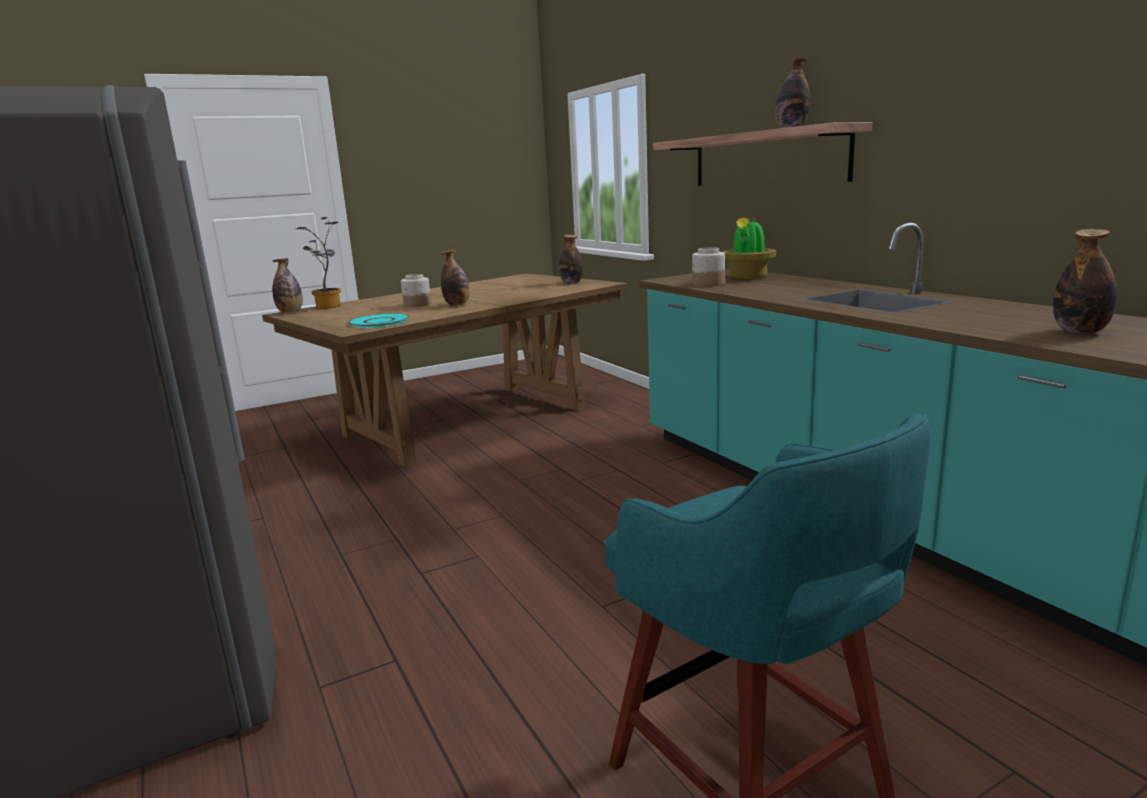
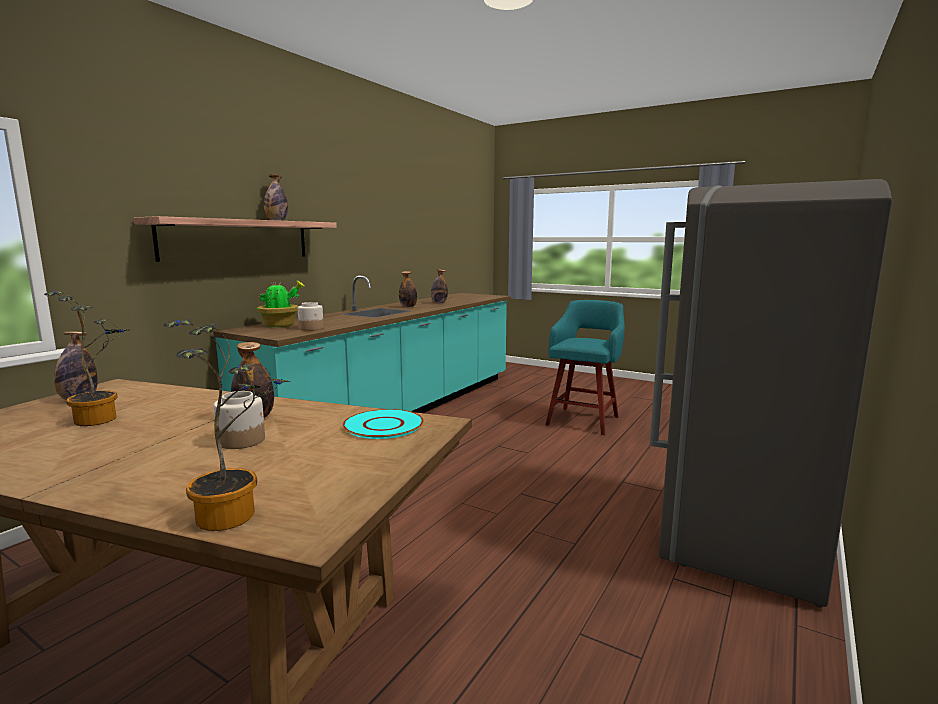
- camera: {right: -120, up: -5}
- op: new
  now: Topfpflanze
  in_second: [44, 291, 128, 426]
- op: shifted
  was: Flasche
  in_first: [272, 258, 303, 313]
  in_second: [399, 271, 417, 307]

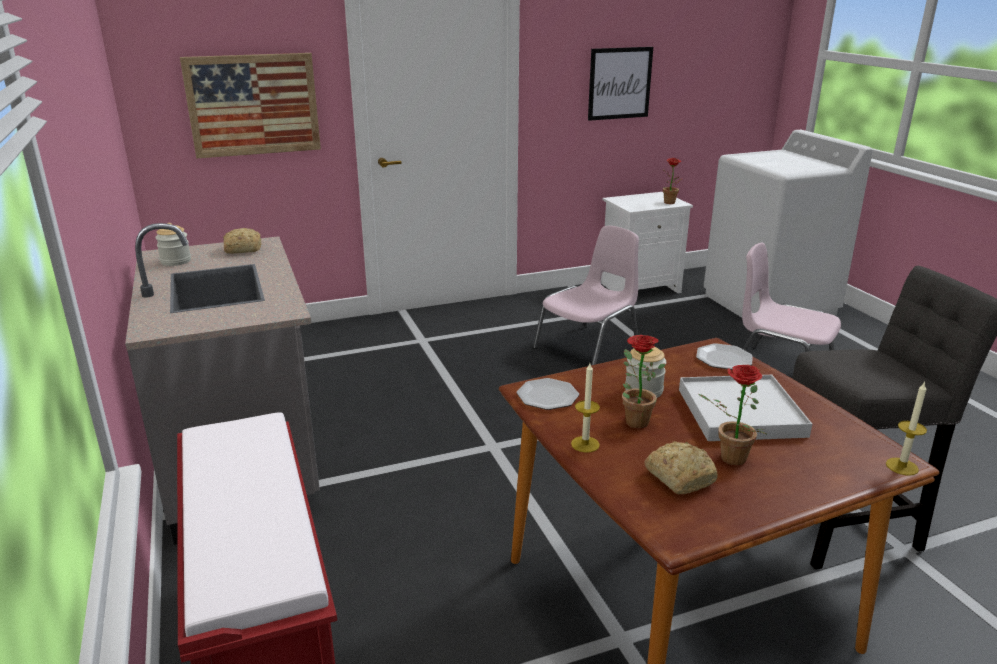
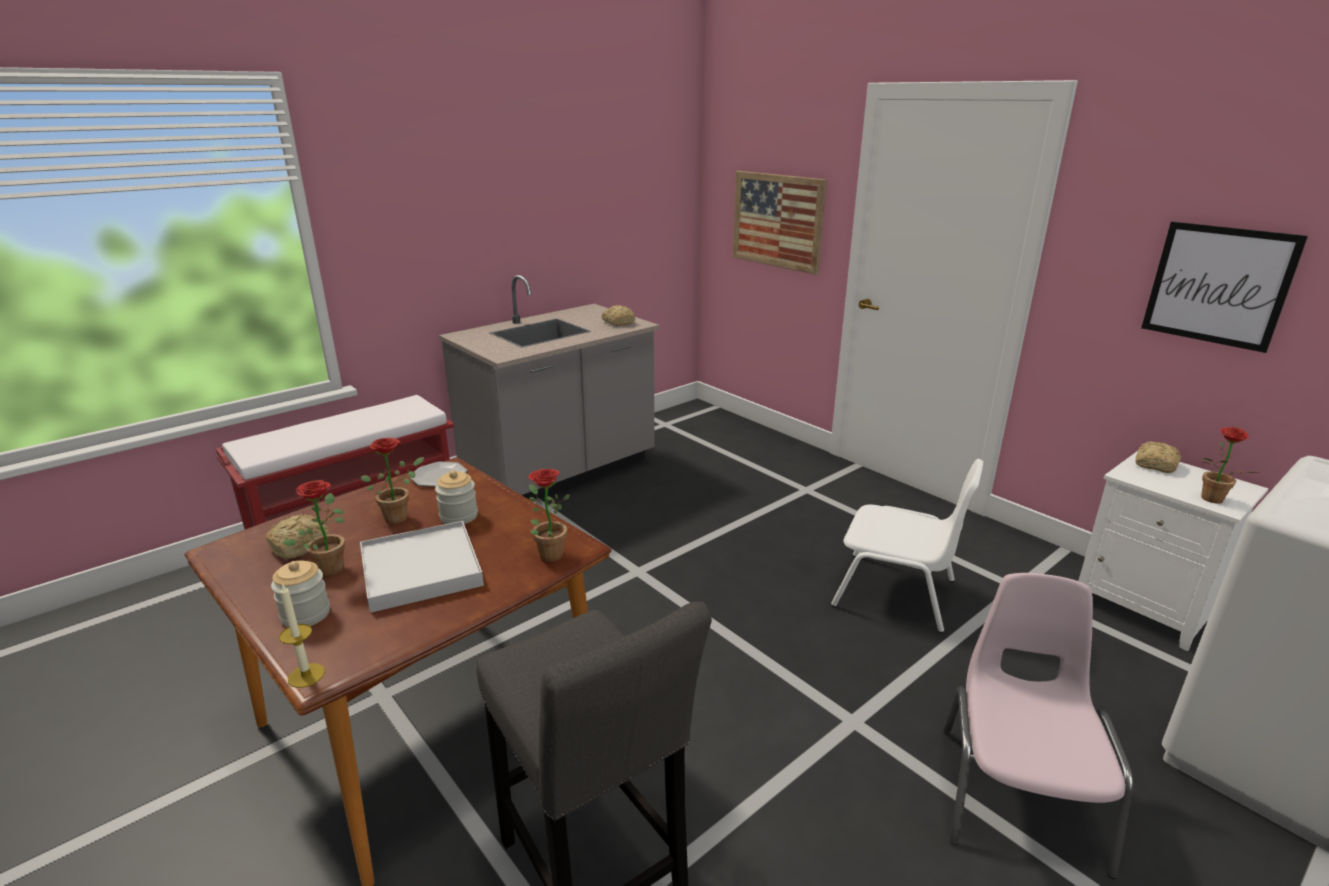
- camera: {right: 70, up: 0}
- op: shifted
  was: Vorratsglas
  in_first: [155, 223, 191, 266]
  in_second: [271, 560, 330, 627]
- op: swapped
  was: Teller
  now: Topfpflanze
  in_first: [696, 343, 753, 370]
  in_second: [529, 469, 570, 562]
- op: repainted
  was: Stuhl (rosa)
  now: Stuhl (weiß)
  in_first: [533, 226, 639, 365]
  in_second: [831, 459, 983, 633]
- op: new
  now: Brot
  in_second: [1135, 441, 1181, 473]
- op: gone
  was: Kerze
  in_first: [571, 363, 600, 453]

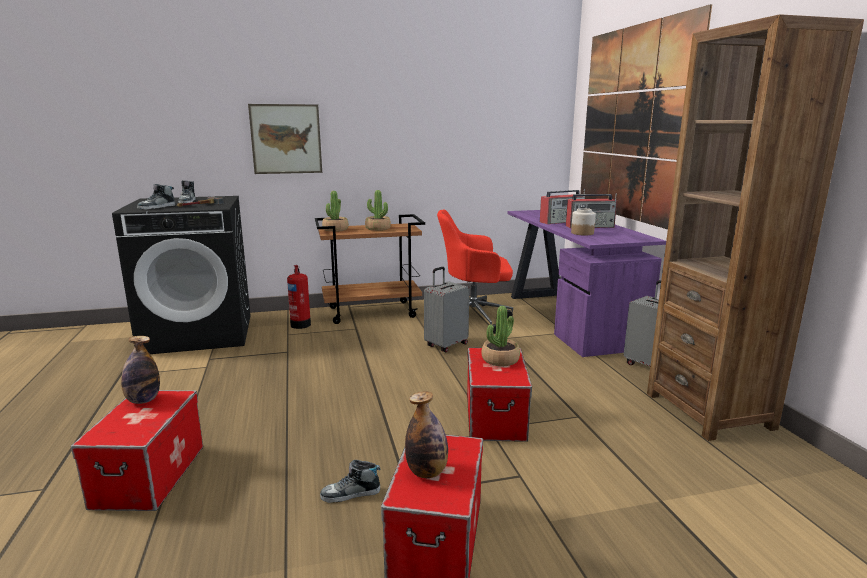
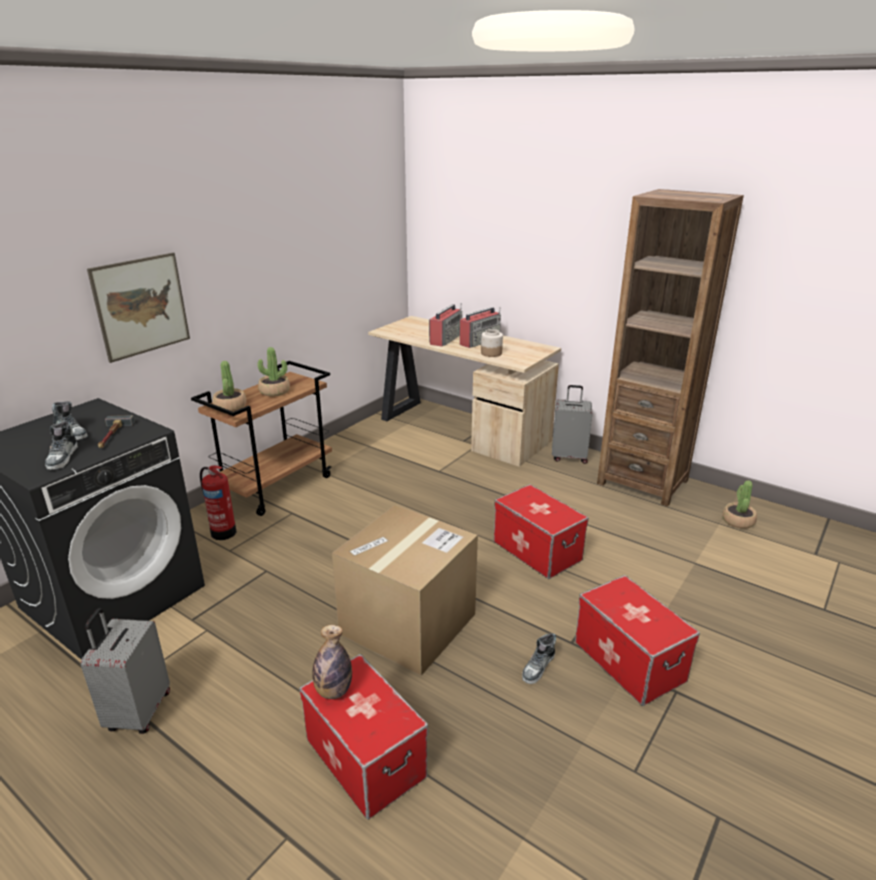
- camera: {right: -40, up: 10}
- op: shifted
  was: Koffer (grau)
  in_first: [424, 267, 469, 352]
  in_second: [81, 608, 170, 734]
- op: new
  now: Karton
  in_second: [332, 505, 478, 676]
- op: repainted
  was: Schreibtisch (lila)
  now: Schreibtisch (beige)
  in_first: [507, 210, 666, 357]
  in_second: [368, 316, 561, 467]
- op: shifted
  was: Topfpflanze
  in_first: [481, 306, 520, 366]
  in_second: [722, 480, 757, 529]
- op: gone
  was: Flasche
  in_first: [405, 391, 448, 478]
- op: gone
  was: Bürostuhl (rot)
  in_first: [437, 210, 513, 334]
- op: gone
  was: Bild
  in_first: [580, 4, 712, 229]

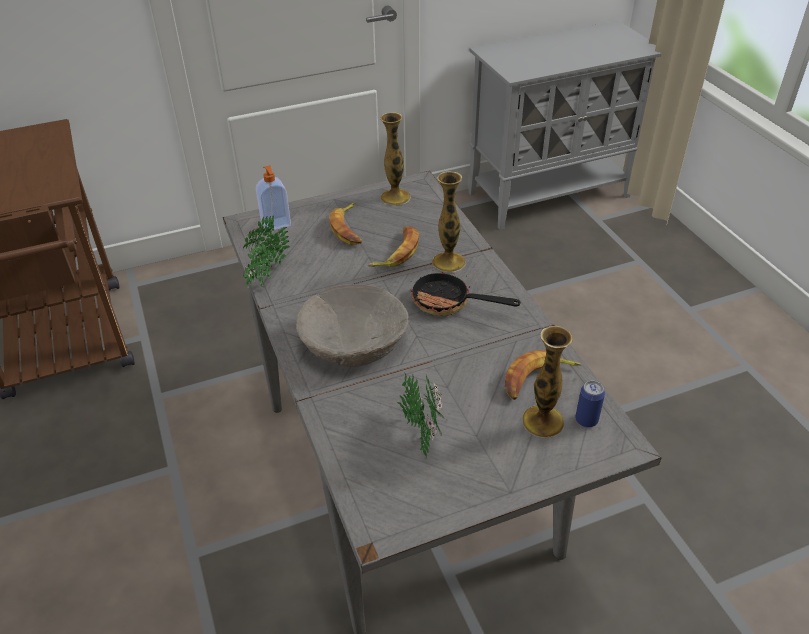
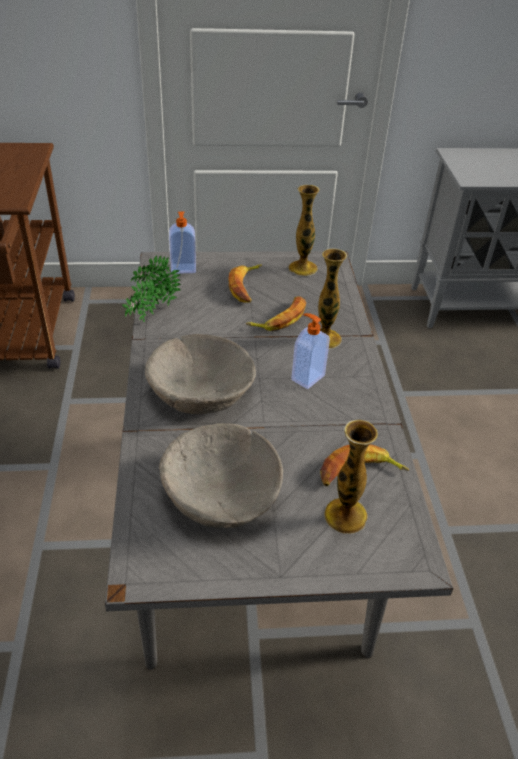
- camera: {right: 15, up: 0}
- op: swapped
  was: Topfpflanze
  now: Schüssel (beige)
  in_first: [397, 371, 444, 459]
  in_second: [159, 423, 283, 528]
- op: swapped
  was: Pfanne
  now: Seifenspender
  in_first: [410, 272, 521, 316]
  in_second: [291, 313, 330, 389]
- op: gone
  was: Dose
  in_first: [575, 380, 605, 428]

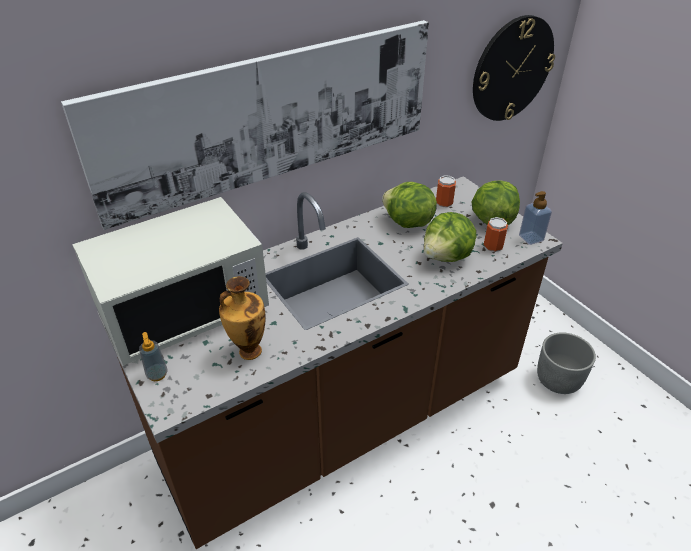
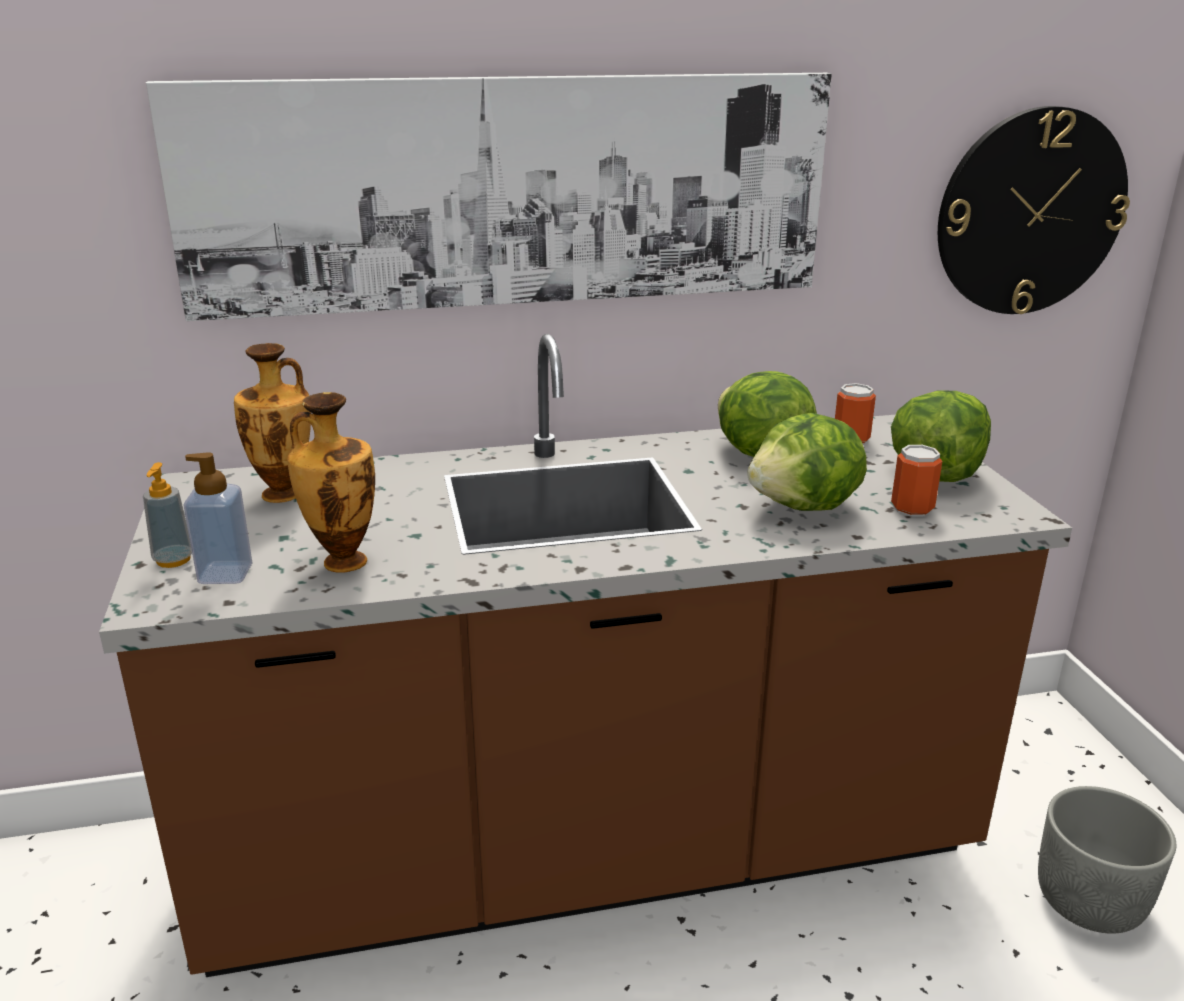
- camera: {right: 20, up: -15}
- op: shifted
  was: Seifenspender
  in_first: [519, 191, 552, 245]
  in_second: [183, 452, 252, 584]
- op: swapped
  was: Mikrowelle (weiß)
  now: Vase
  in_first: [72, 197, 269, 365]
  in_second: [234, 343, 311, 503]

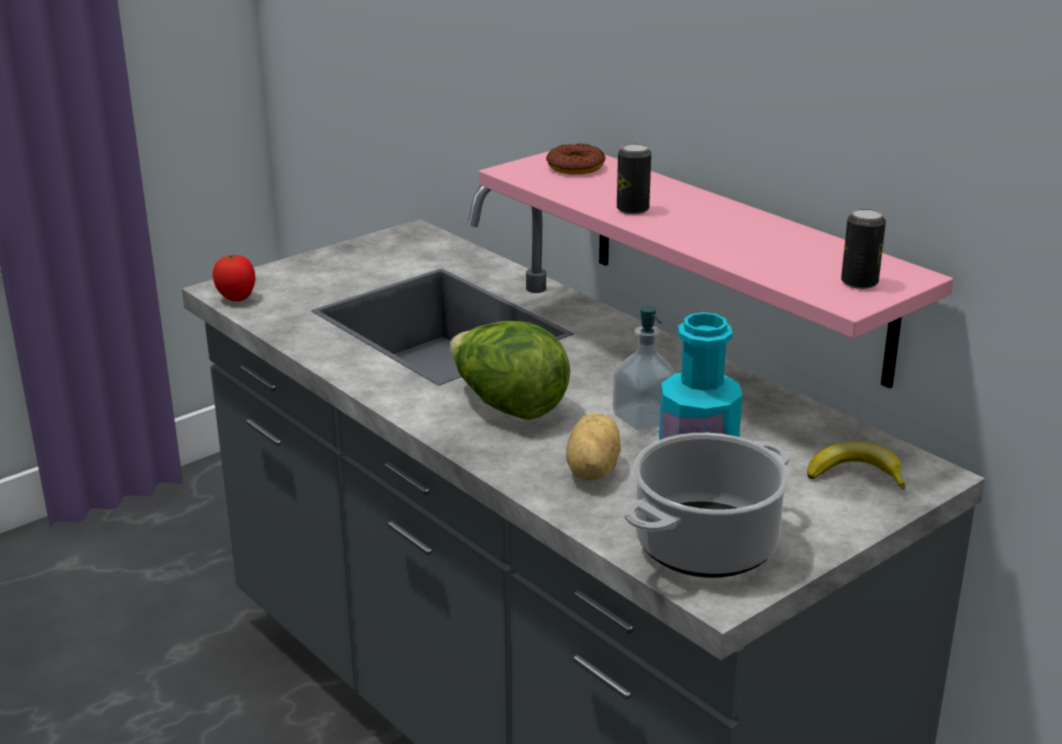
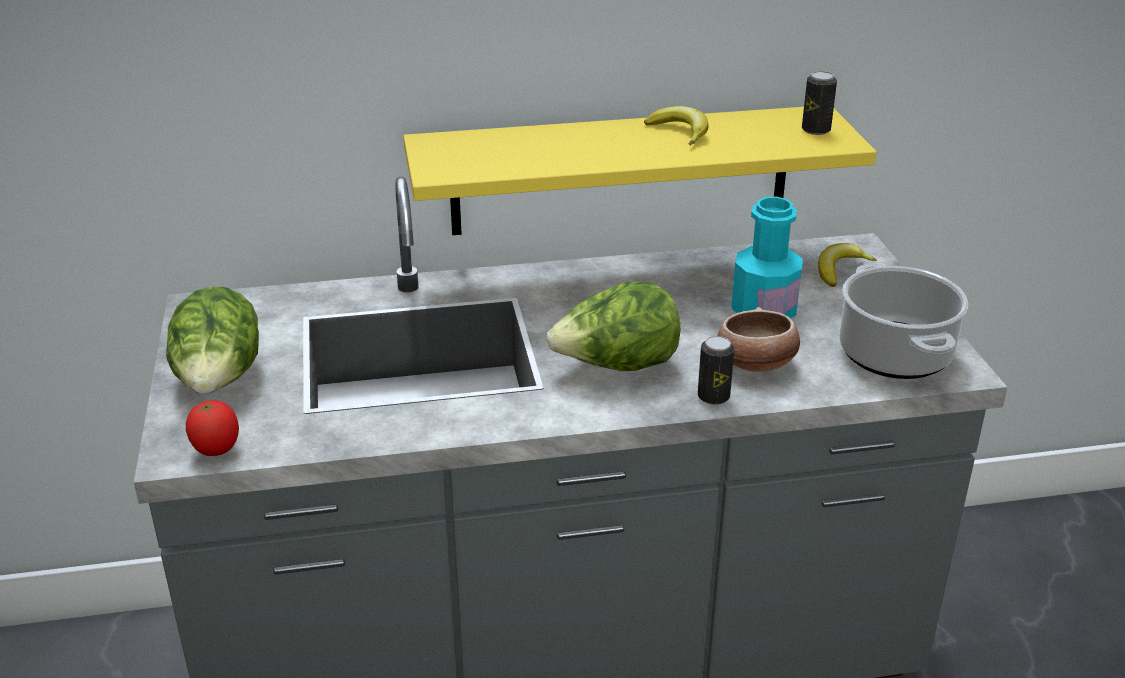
- camera: {right: -60, up: 5}
- op: new
  now: Salatkopf
  in_second: [166, 286, 259, 394]
- op: repainted
  was: Wandregal (rosa)
  now: Wandregal (gelb)
  in_first: [479, 151, 953, 389]
  in_second: [403, 107, 877, 235]
- op: new
  now: Banane
  in_second: [644, 106, 709, 146]
- op: shifted
  was: Dose
  in_first: [617, 143, 651, 215]
  in_second: [698, 336, 734, 405]
- op: swapped
  was: Kartoffel
  now: Schüssel
  in_first: [566, 413, 621, 481]
  in_second: [718, 307, 800, 372]
- op: gone
  was: Donut
  in_first: [546, 143, 605, 175]
- op: gone
  was: Seifenspender
  in_first: [613, 306, 675, 431]

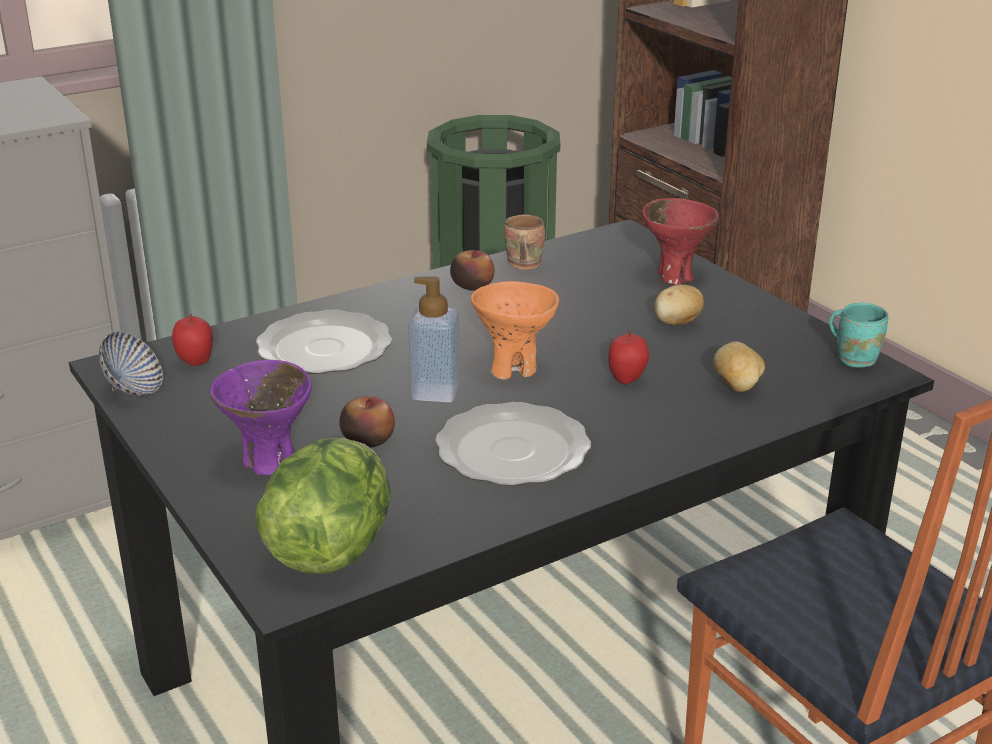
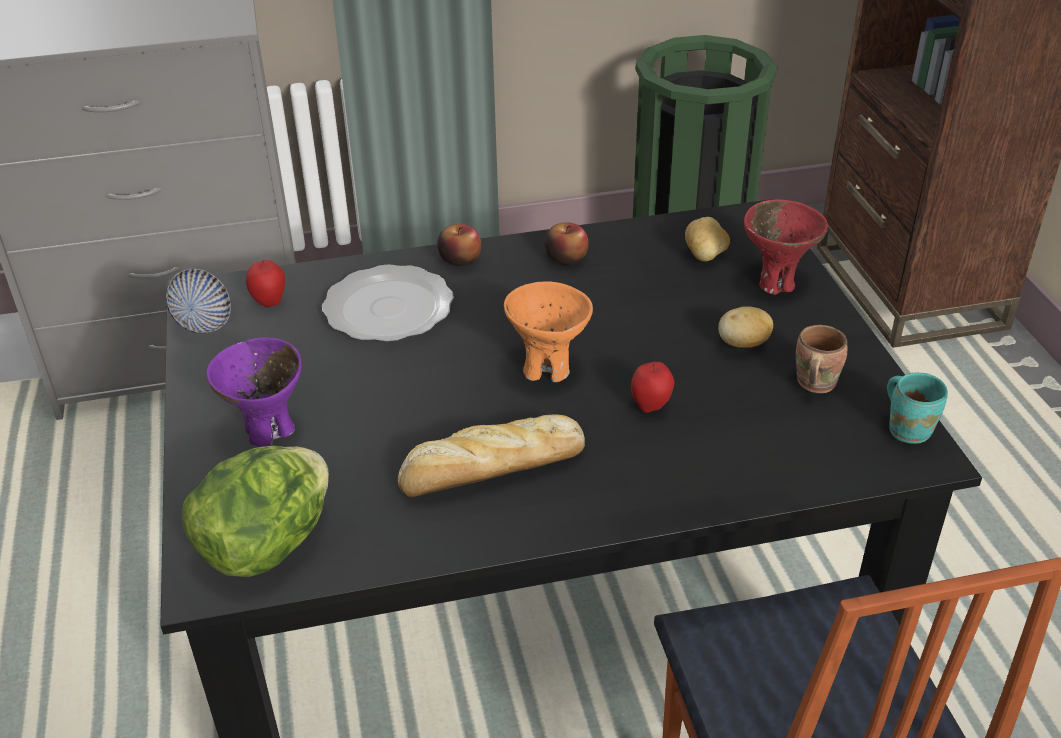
- camera: {right: 20, up: 10}
- op: swapped
  was: Teller
  now: Brot
  in_first: [435, 402, 591, 486]
  in_second: [398, 415, 585, 497]
- op: shifted
  was: Apfel
  in_first: [339, 396, 395, 448]
  in_second: [437, 224, 481, 266]
- op: shifted
  was: Kartoffel
  in_first: [714, 342, 765, 392]
  in_second: [685, 217, 730, 261]
- op: shifted
  was: Henkelbecher (braun)
  in_first: [504, 215, 545, 270]
  in_second: [796, 325, 847, 393]
- op: gone
  was: Seifenspender
  in_first: [408, 276, 460, 403]

